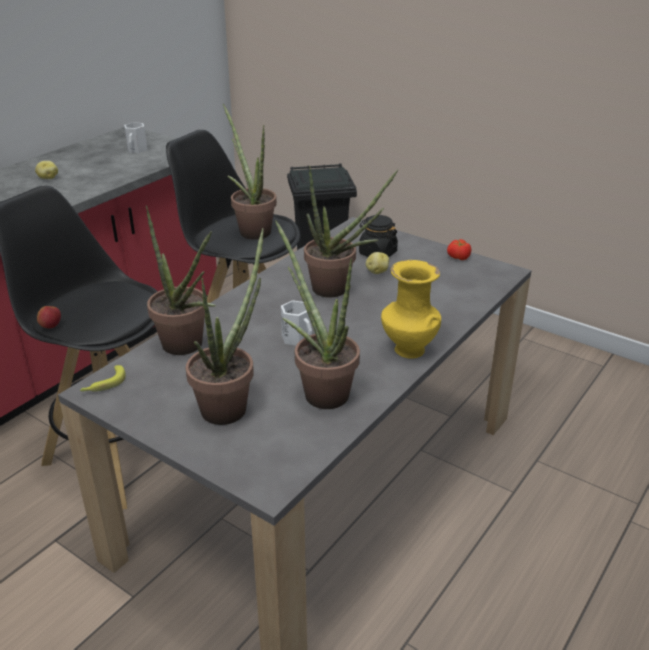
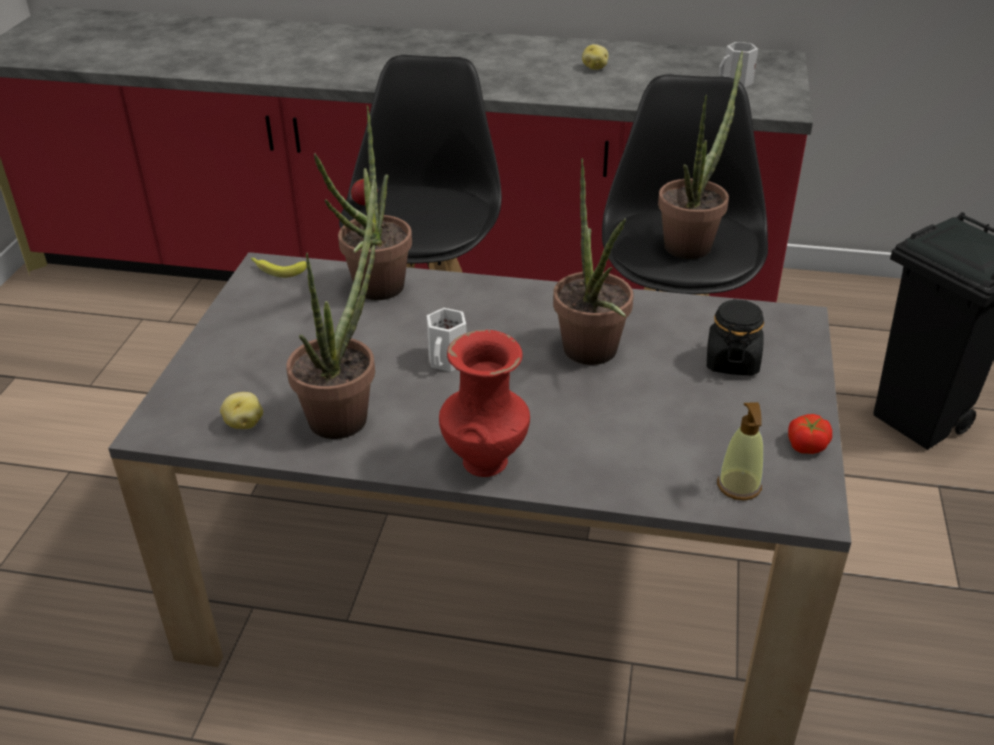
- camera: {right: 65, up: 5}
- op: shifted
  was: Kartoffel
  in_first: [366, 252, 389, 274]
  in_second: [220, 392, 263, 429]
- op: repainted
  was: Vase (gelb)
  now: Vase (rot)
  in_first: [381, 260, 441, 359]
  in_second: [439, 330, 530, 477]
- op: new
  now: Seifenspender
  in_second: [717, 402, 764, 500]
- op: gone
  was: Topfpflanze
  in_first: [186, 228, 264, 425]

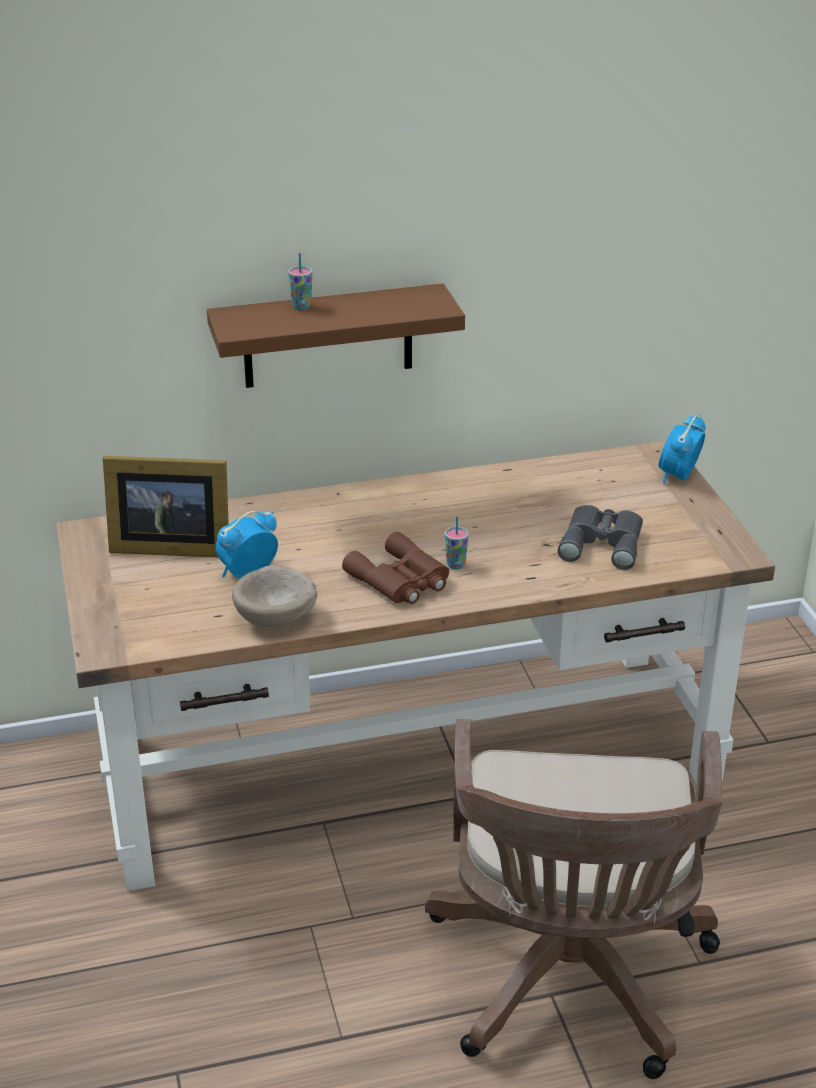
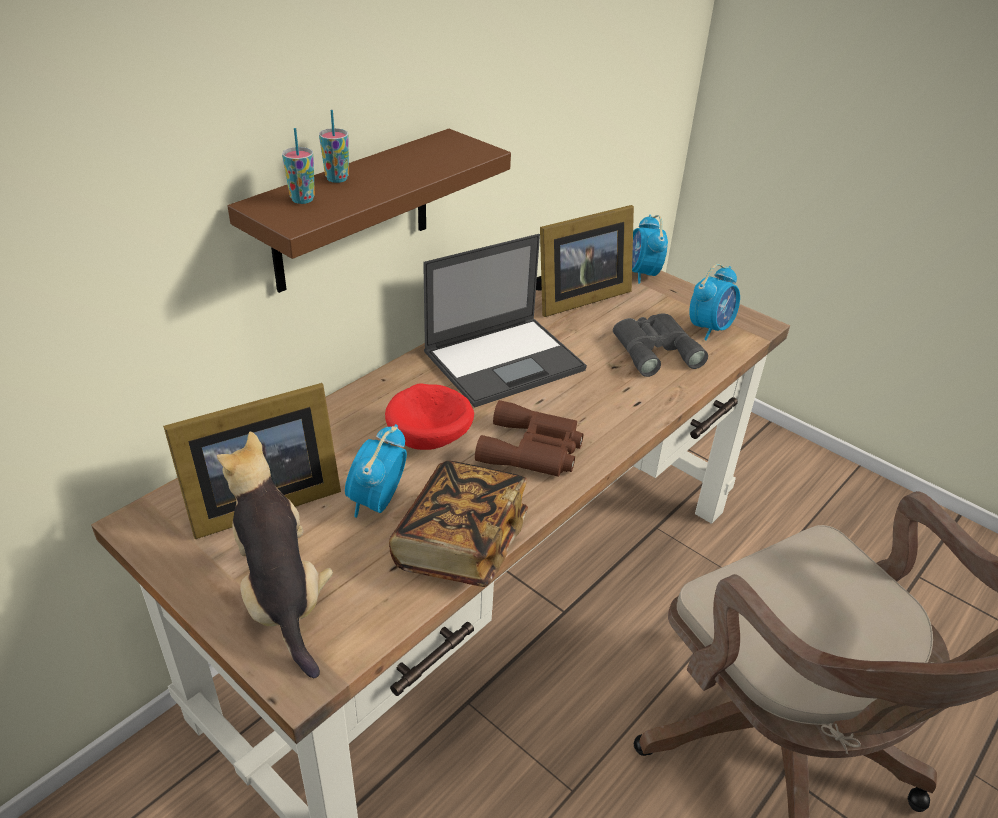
- camera: {right: -35, up: 5}
- op: new
  now: Plüschtier
  in_second: [217, 431, 333, 679]
- op: shifted
  was: Tasse
  in_first: [445, 516, 469, 569]
  in_second: [282, 128, 315, 204]
- op: new
  now: Schüssel (rot)
  in_second: [385, 383, 474, 450]
- op: swapped
  was: Schüssel (beige)
  now: Buch
  in_first: [232, 565, 317, 627]
  in_second: [389, 461, 528, 587]
- op: new
  now: Laptop
  in_second: [423, 234, 587, 408]
- op: new
  now: Bilderrahmen
  in_second: [536, 205, 634, 317]
- op: new
  now: Wecker
  in_second: [689, 264, 740, 340]

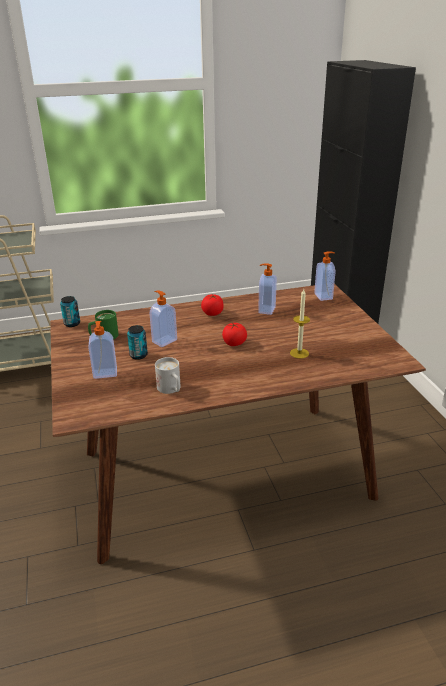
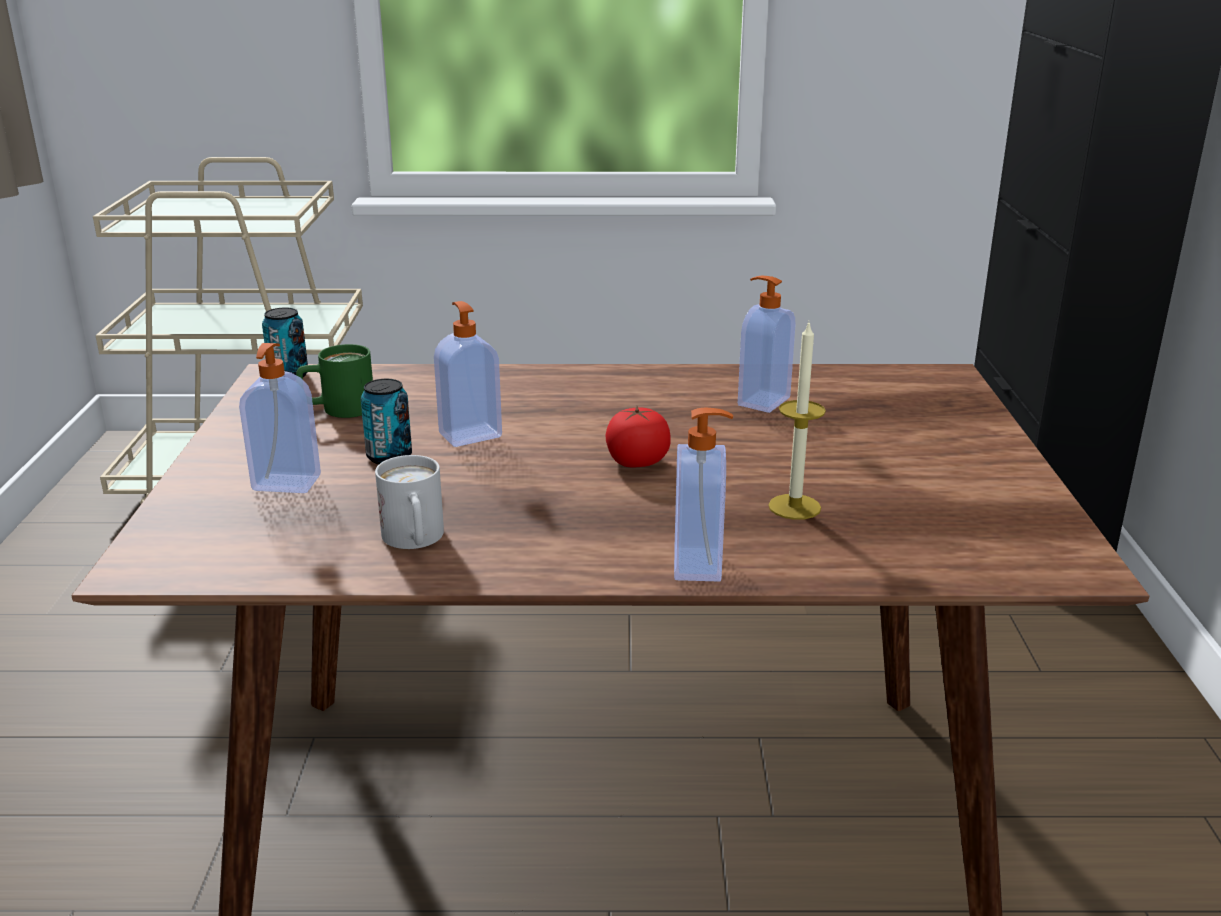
- camera: {right: 15, up: -5}
- op: shifted
  was: Seifenspender
  in_first: [314, 251, 335, 301]
  in_second: [674, 408, 733, 582]
- op: gone
  was: Tomate
  in_first: [201, 294, 223, 316]

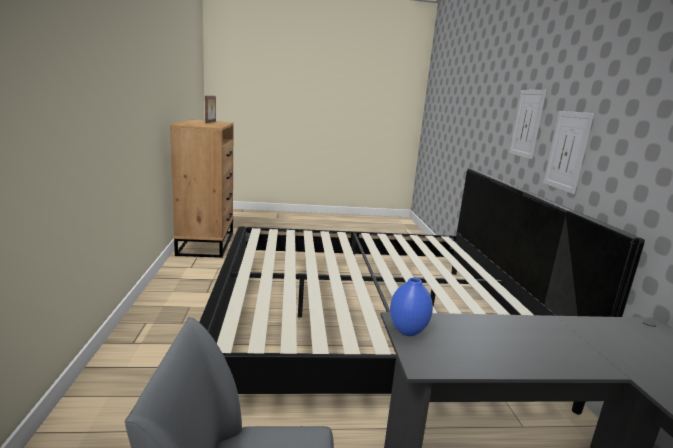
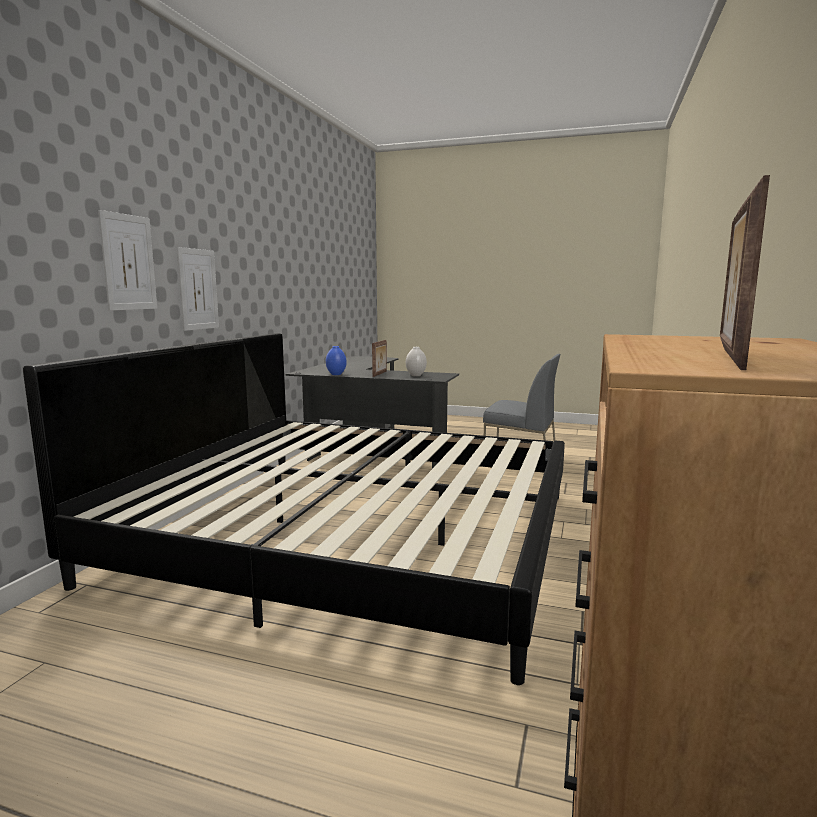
- camera: {right: -155, up: -5}
- op: shifted
  was: Vase (blau)
  in_first: [390, 278, 433, 336]
  in_second: [326, 346, 347, 375]
- op: new
  now: Bilderrahmen
  in_second: [372, 340, 387, 377]
- op: new
  now: Vase (weiß)
  in_second: [406, 347, 427, 376]

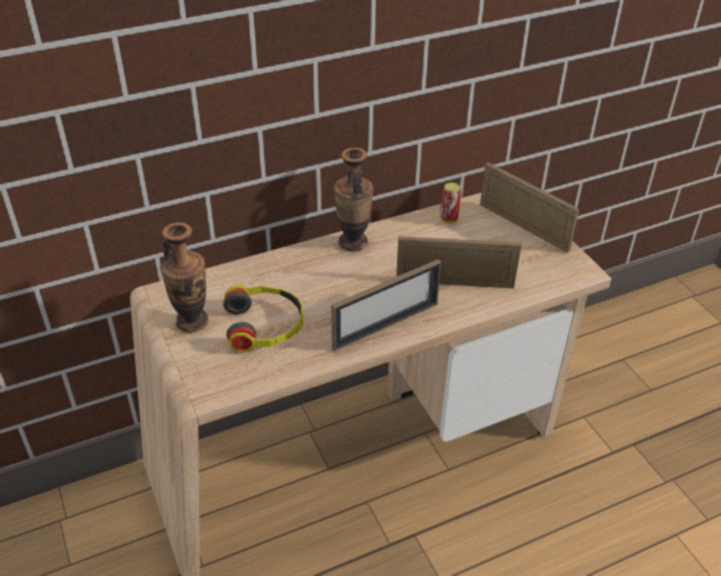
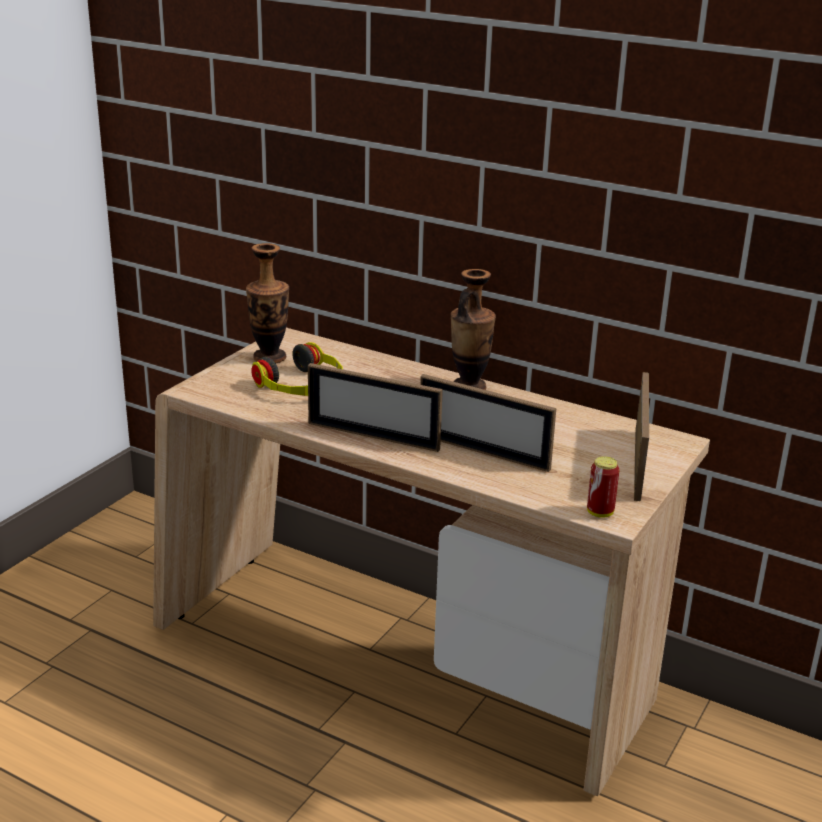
- camera: {right: 55, up: -15}
- op: rotated
  was: Bilderrahmen
  in_first: [396, 236, 521, 288]
  in_second: [420, 374, 556, 472]
  clockwise: 150
- op: shifted
  was: Dose
  in_first: [440, 182, 461, 224]
  in_second: [587, 456, 619, 518]

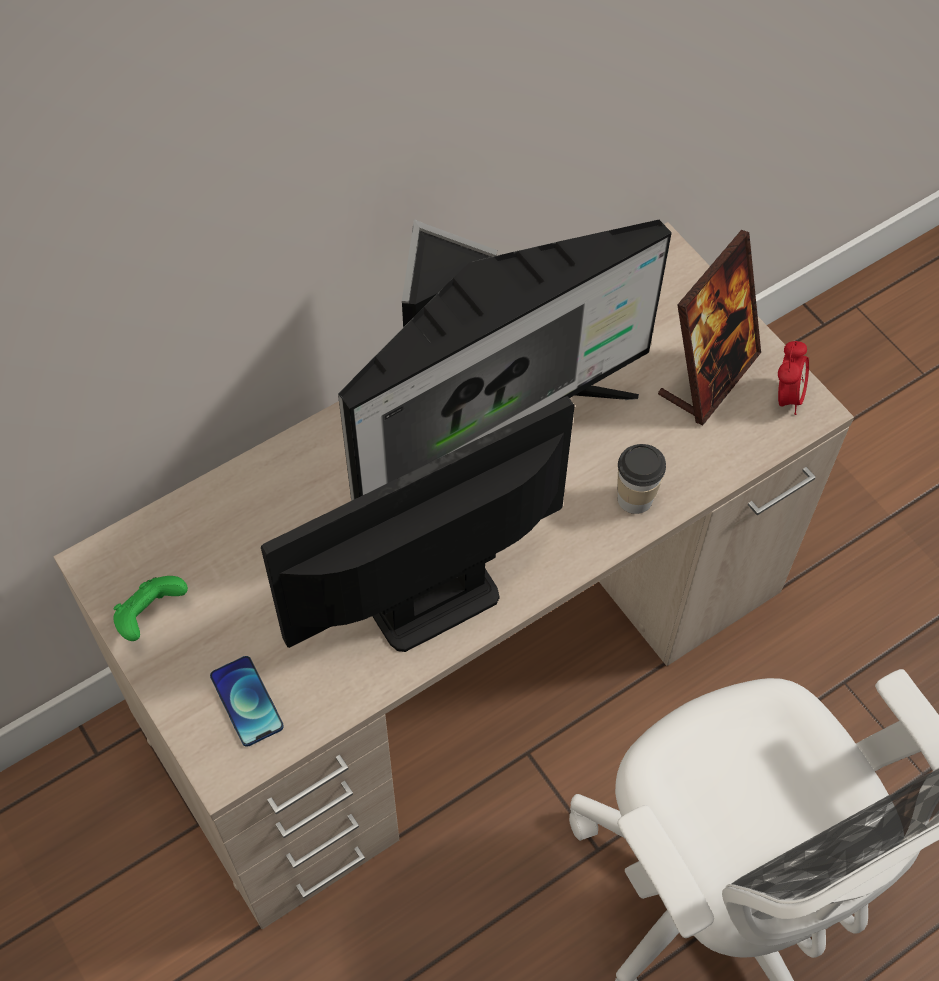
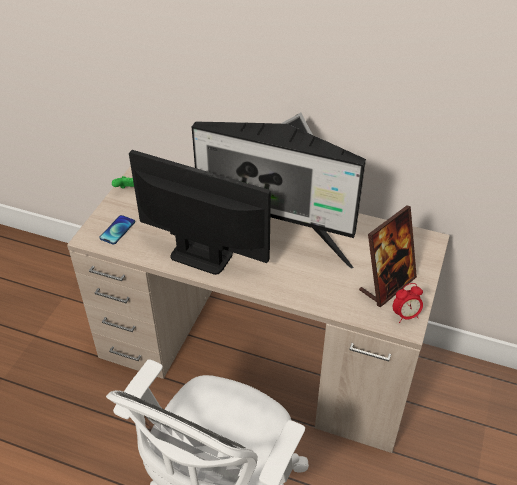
- camera: {right: 55, up: -15}
- op: rotated
  was: Bilderrahmen
  in_first: [658, 230, 761, 425]
  in_second: [359, 205, 417, 307]
  clockwise: -45
- op: gone
  was: Tasse
  in_first: [617, 444, 666, 514]

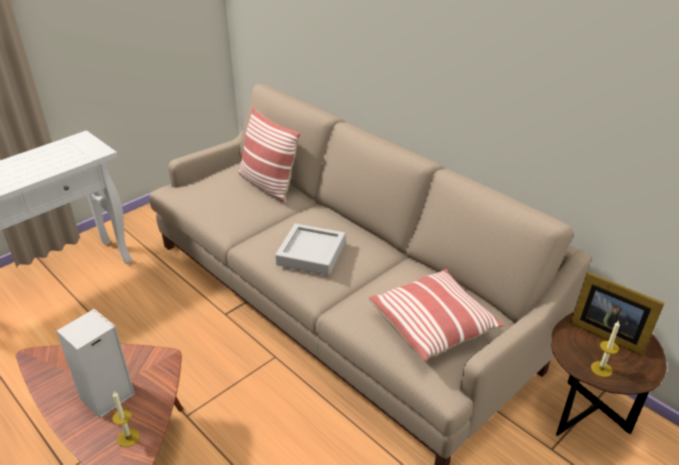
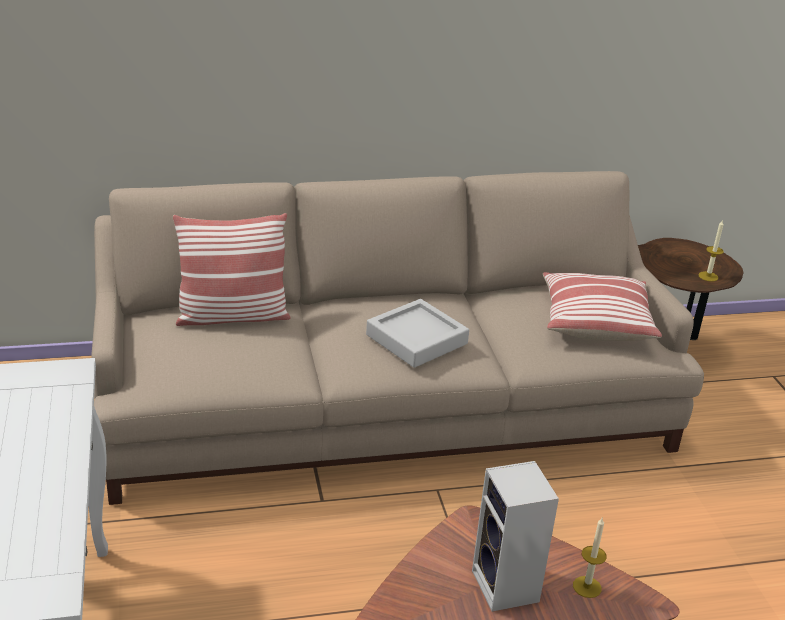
- camera: {right: -60, up: -5}
- op: gone
  was: Bilderrahmen
  in_first: [570, 272, 664, 356]

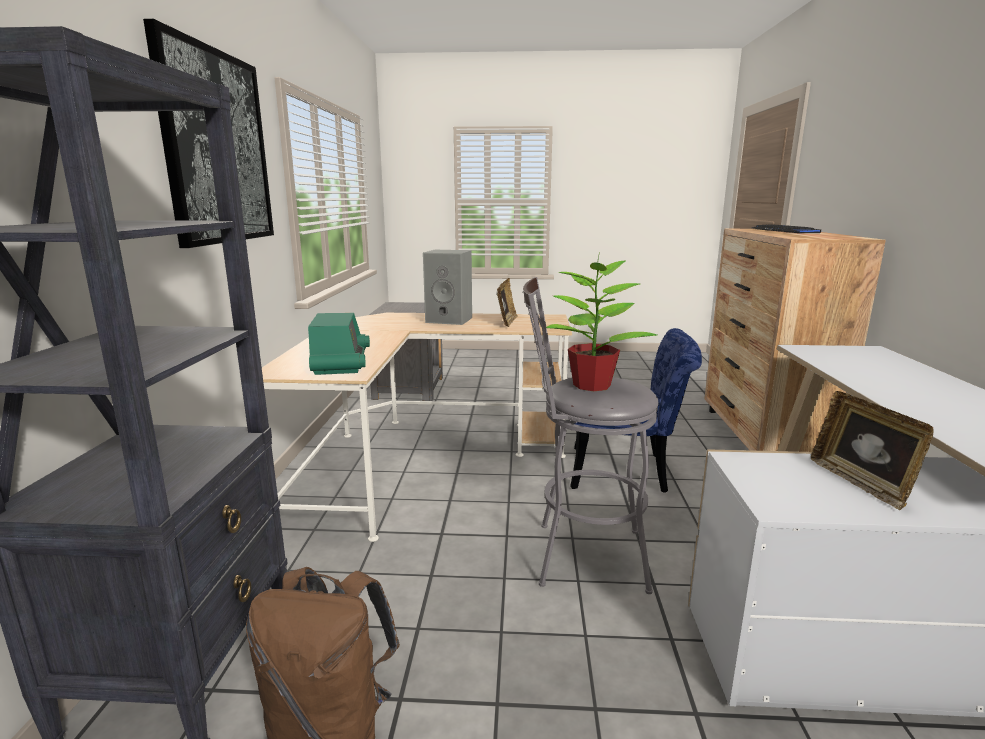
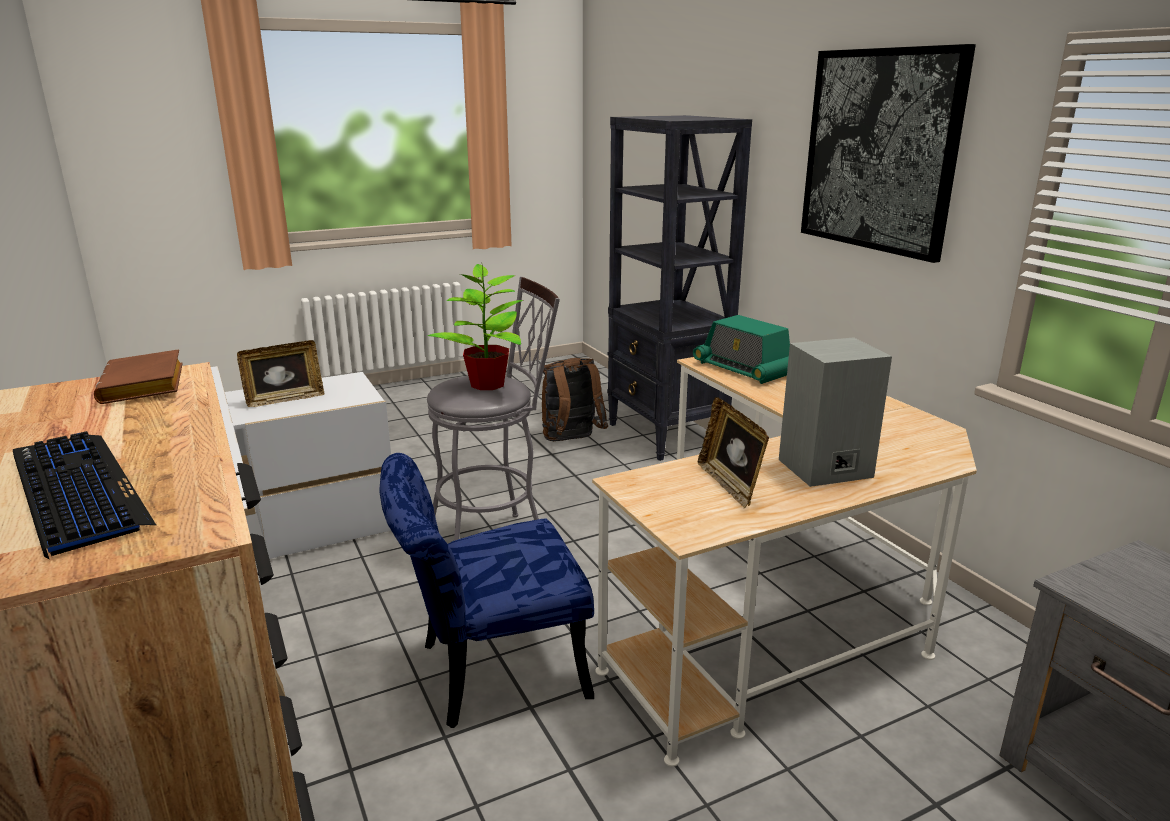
- camera: {right: 150, up: 5}
- op: new
  now: Buch (braun)
  in_second: [94, 349, 183, 404]
- op: rotated
  was: Bilderrahmen
  in_first: [811, 391, 934, 510]
  in_second: [237, 340, 324, 407]
  clockwise: 105

